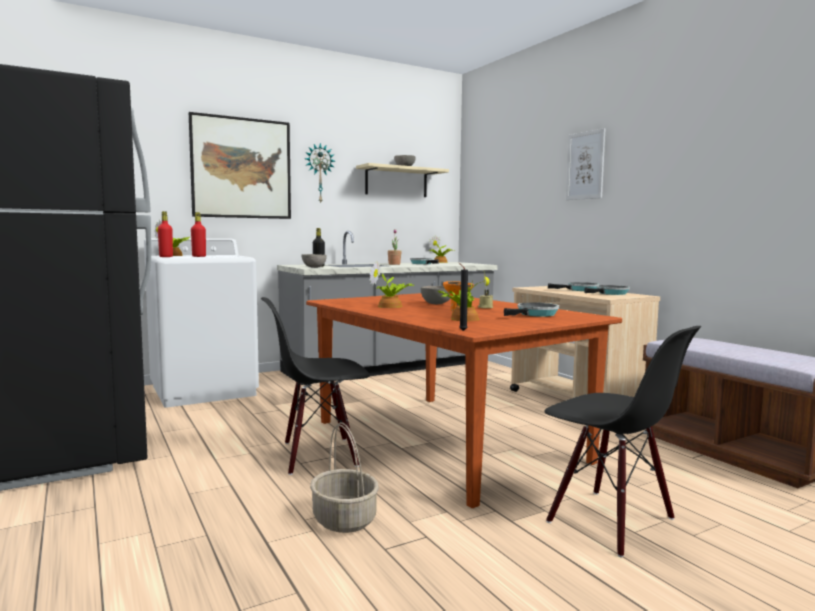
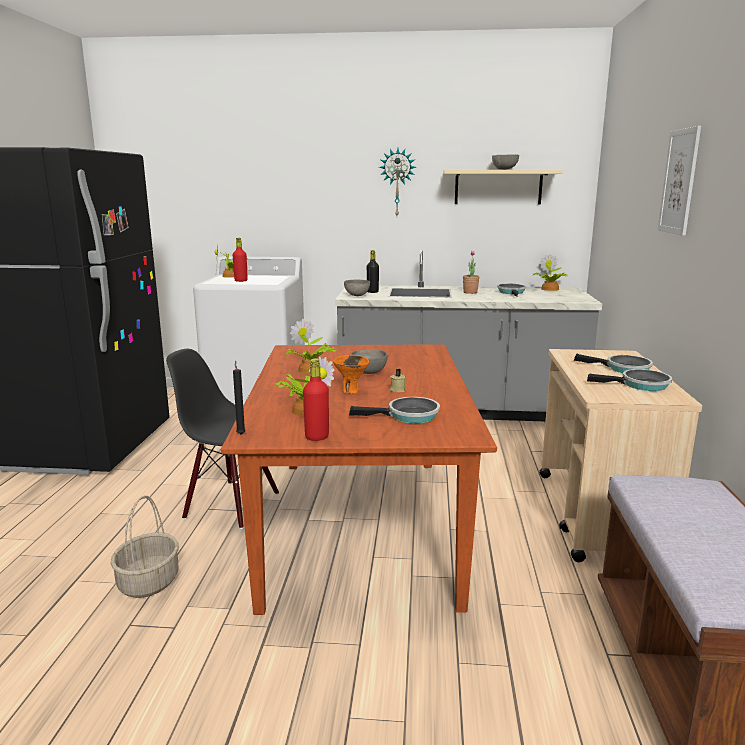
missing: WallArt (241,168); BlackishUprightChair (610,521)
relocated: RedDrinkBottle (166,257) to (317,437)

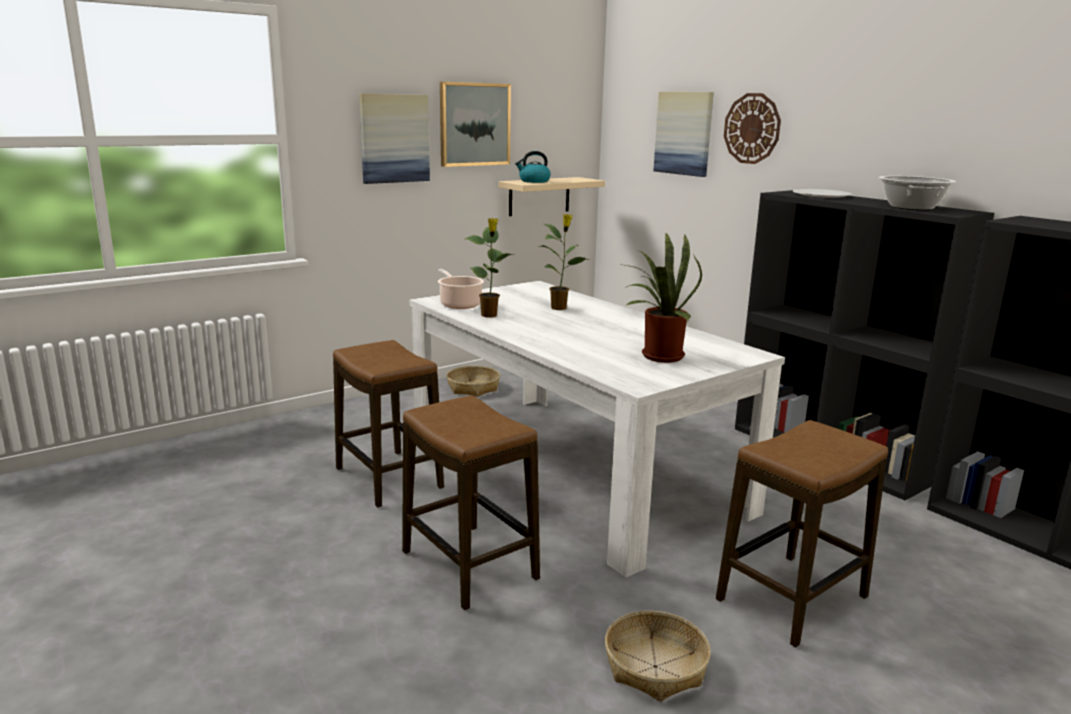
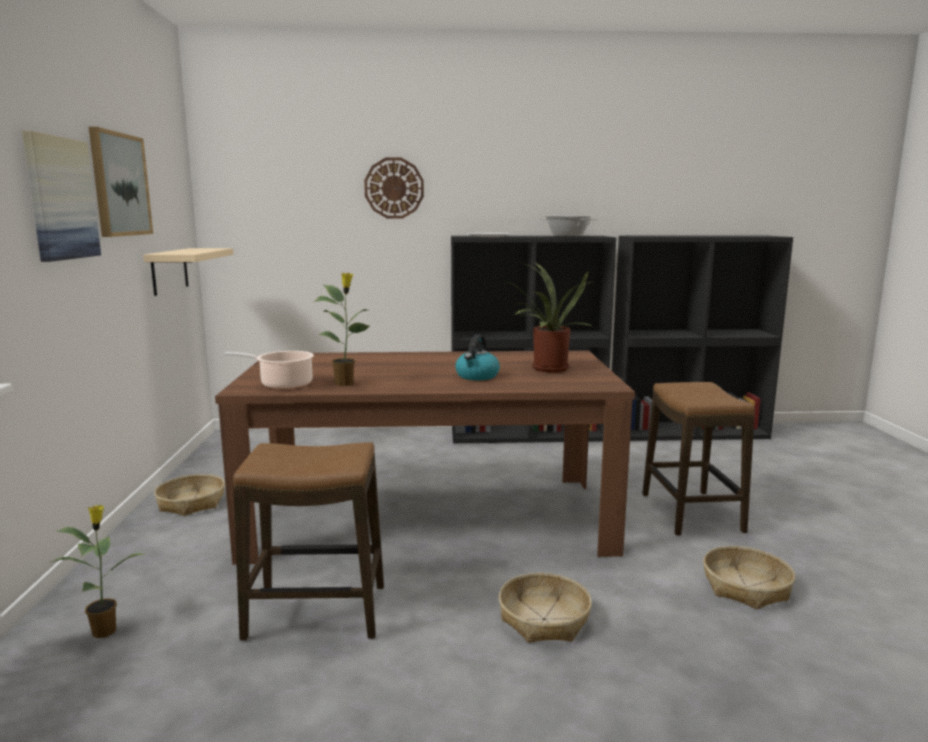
missing: WallArt (684,133)
relocated: Houseplant (559,308) to (106,630); TeaKettle (534,181) to (477,376)
exchanged: Stool (468,565) to StorageBasket (544,619)
colour: WhiteColouredDiningTable (571,469) to BrownDiningTable (430,517)

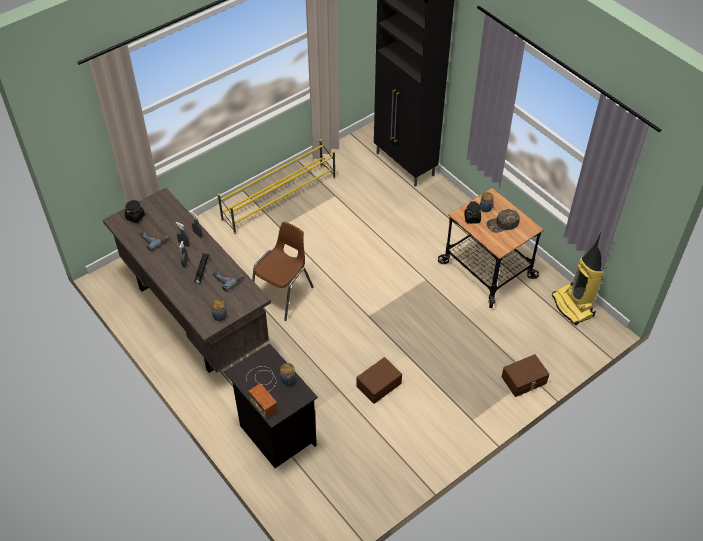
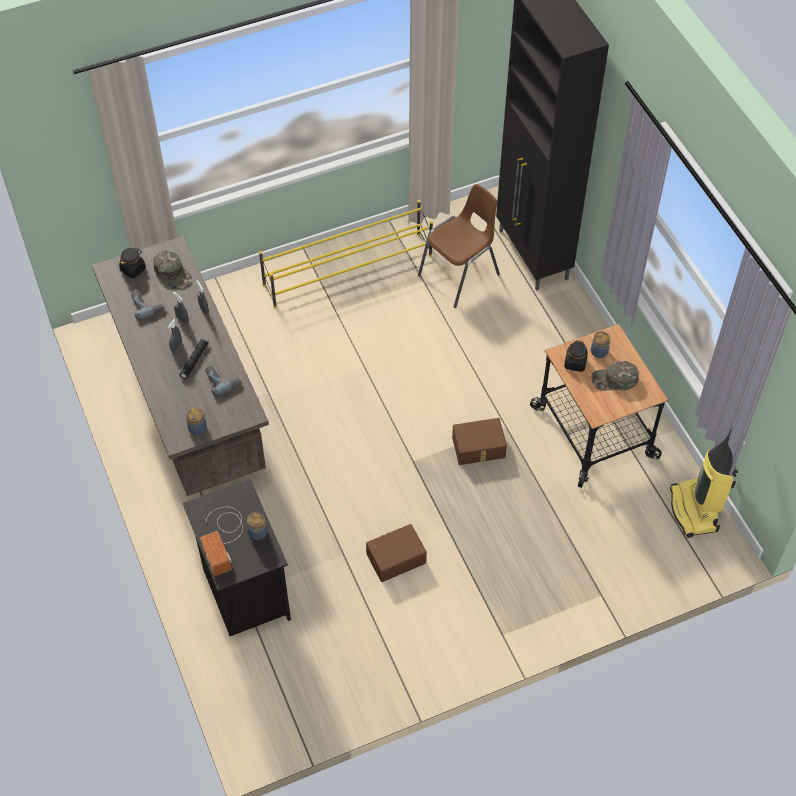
appeared: GreenColouredBaseballCap (173,273)
relocated: BrownUprightChair (283,294) to (460,275); BrownStorageBox (524,380) to (479,448)

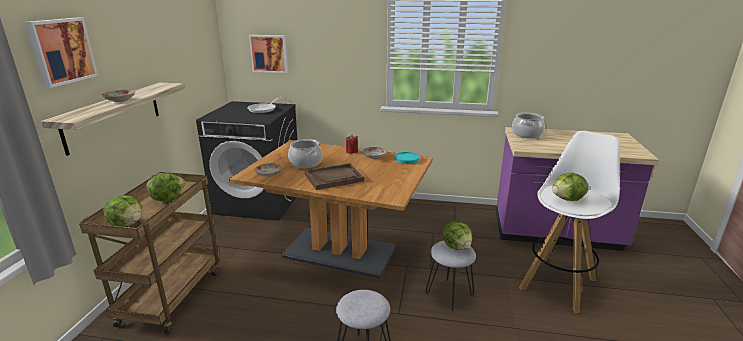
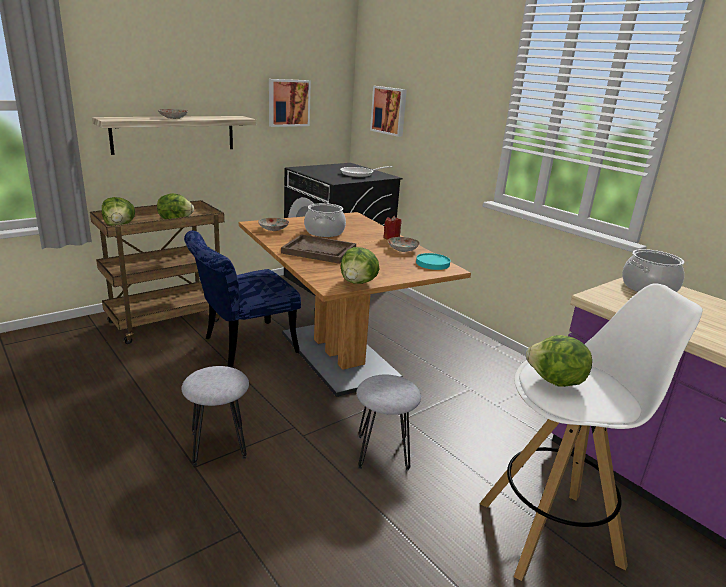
appeared: BlueUprightChair (242,346)
relocated: WallArt (61,51) to (288,103); LettuceHead (457,247) to (358,282)

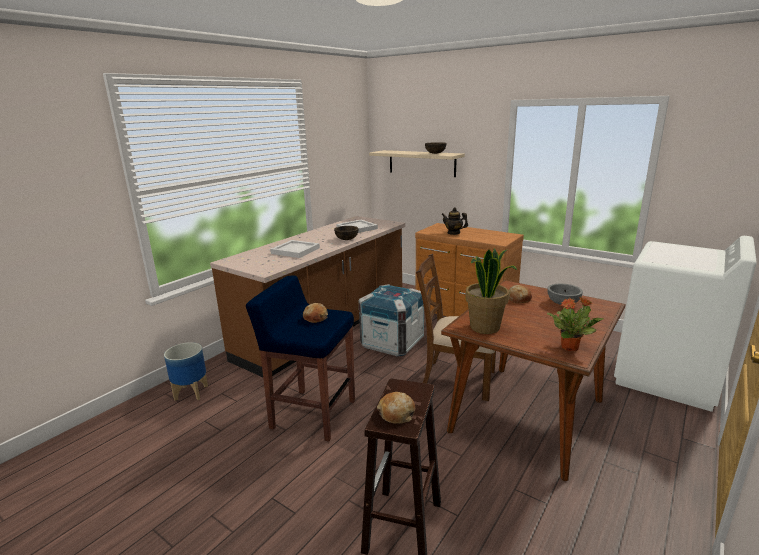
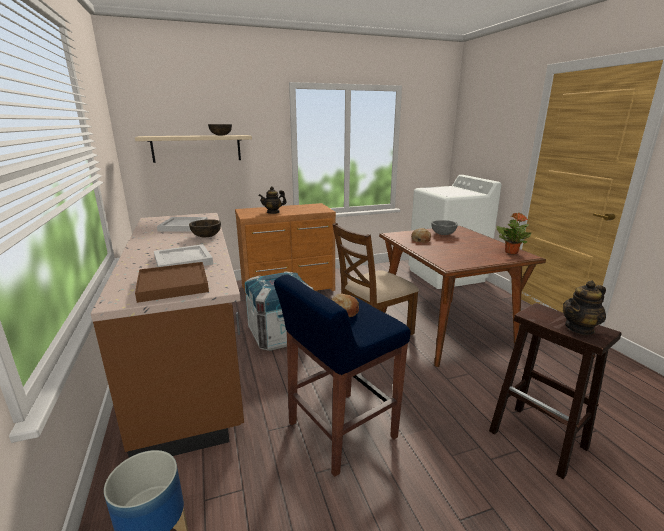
missing: Houseplant (485,327)
appeared: BrownTray (173,284)
exchanged: BakedBread (396,413) to TeaPot (580,328)

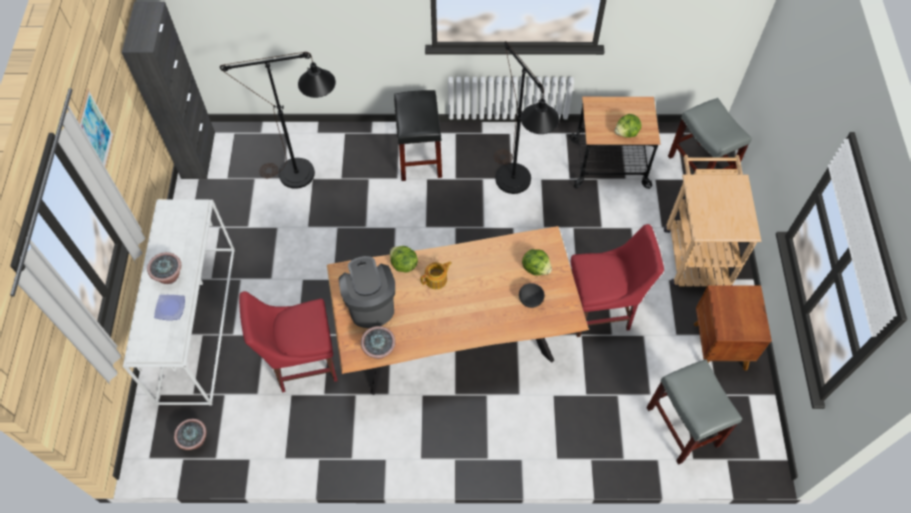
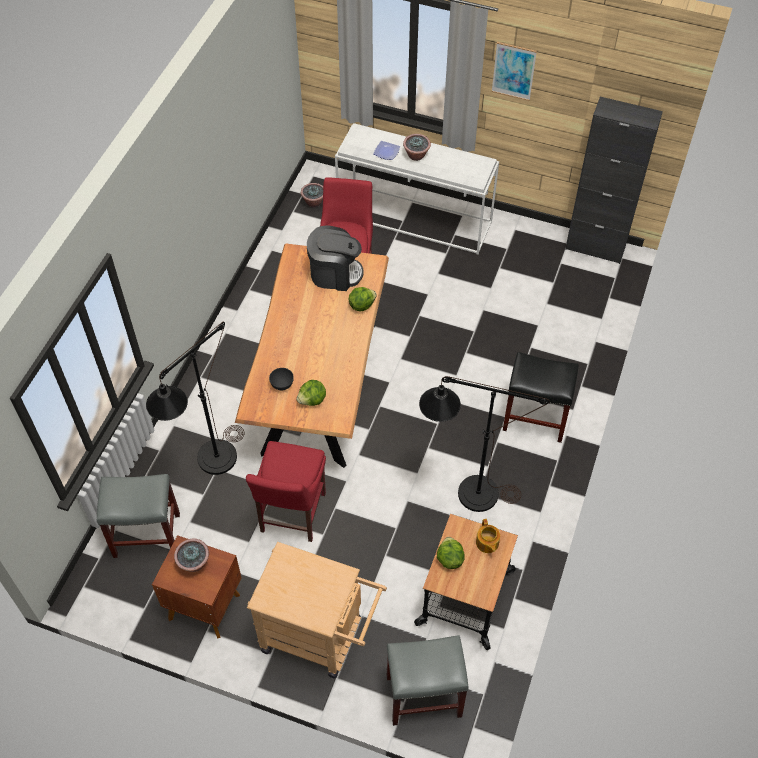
relocated: BlackishFloorLamp (307,175) to (210,466); Houseplant (379,350) to (194,563); TeaPot (436,279) to (487,543)

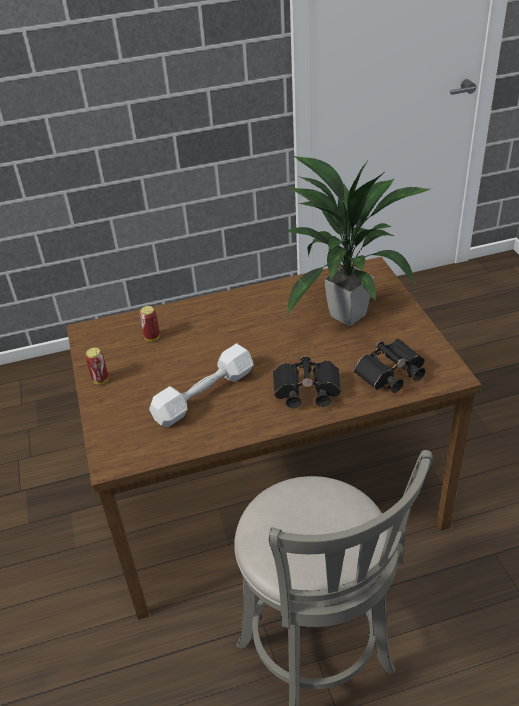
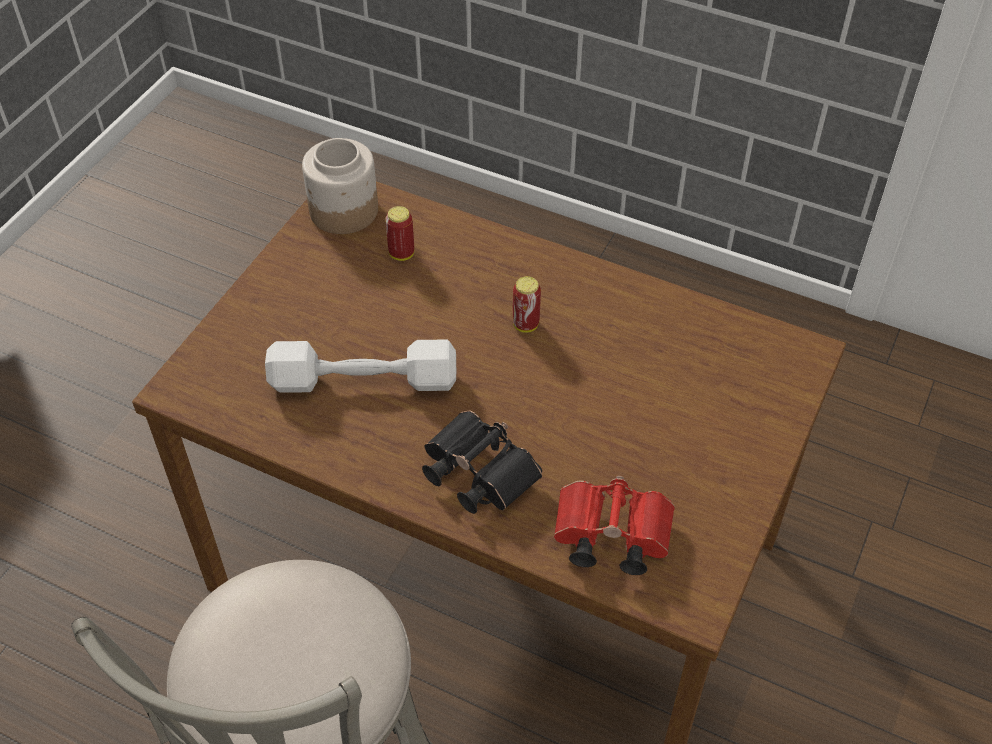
missing: Houseplant (347,314)
appeared: StorageJar (343,211)
relocated: SealedCan (100,380) to (526,324)
colour: BlackishBinoculars (389,376) to RedBinoculars (608,537)

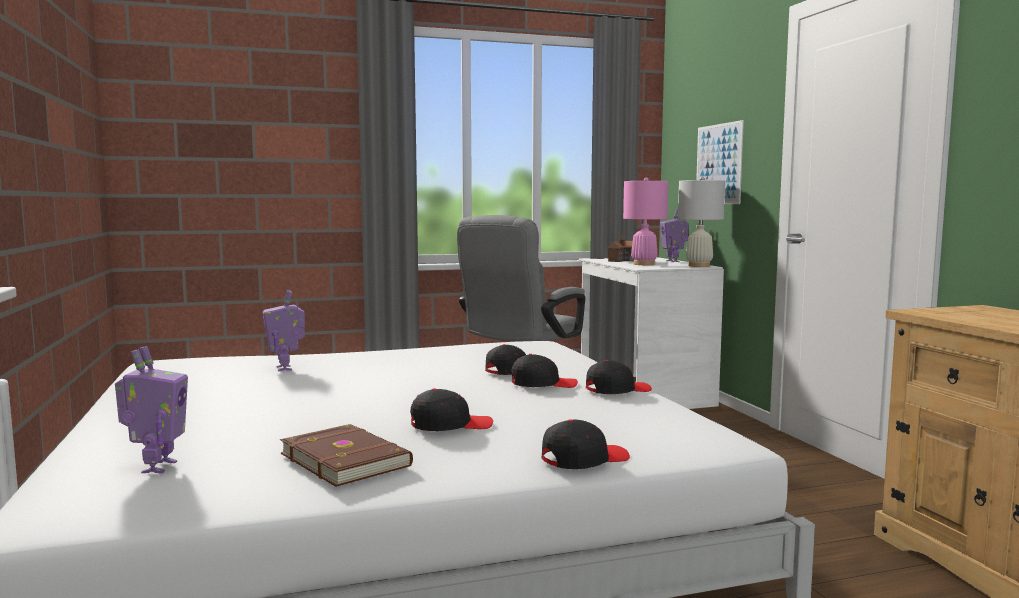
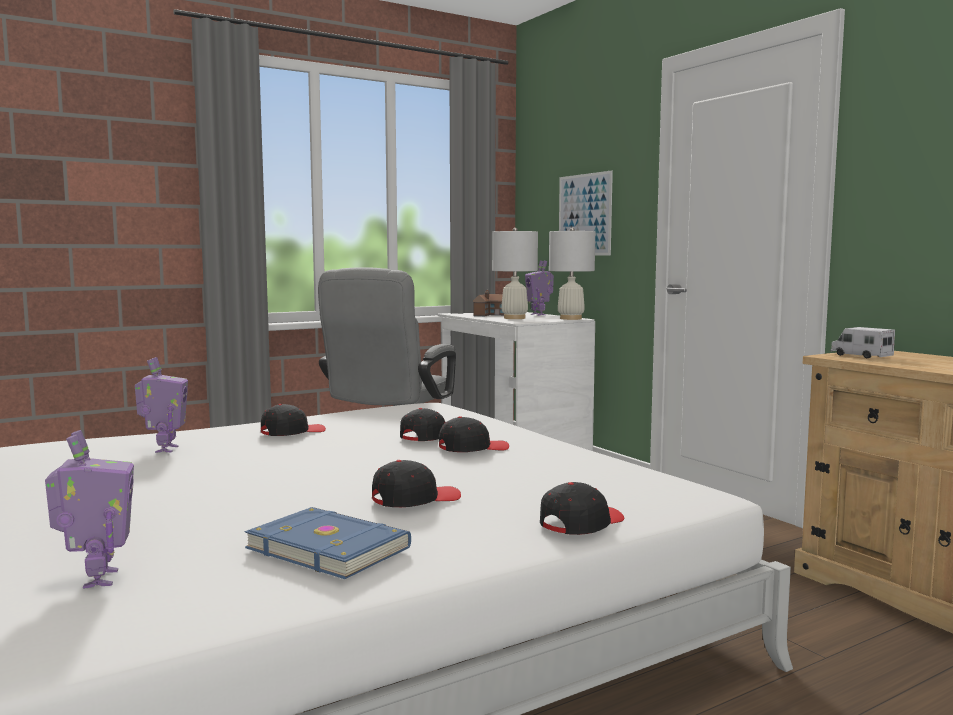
appeared: ToyLorry (861,356)
relocated: BlackishBaseballCap (617,390) to (292,432)
colour: BrownVolume (346,459) to BlueVolume (329,547); PinkTableLamp (644,264) to WhiteColouredTableLamp (514,318)
spun: ModelRobot (285,368) = (164,449) 150 degrees counterclockwise

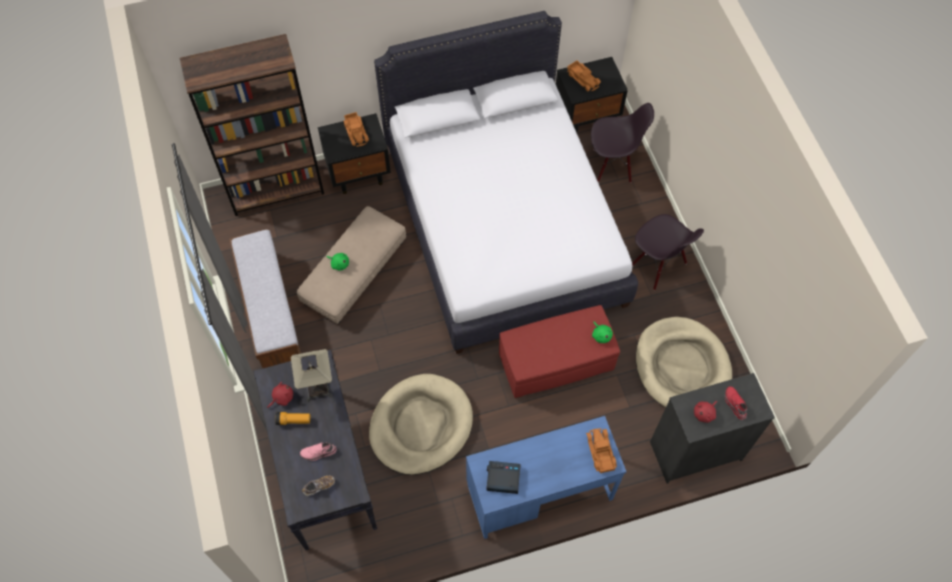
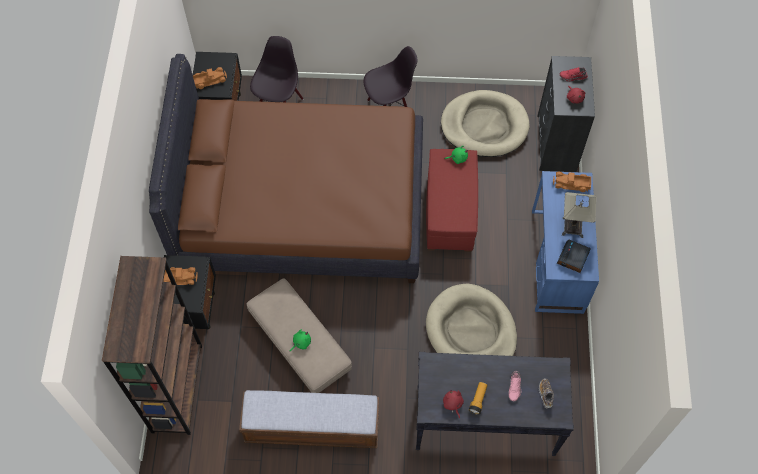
relocated: TableLamp (318,388) to (572,227)
colour: WhiteColouredSleepingBed (503,224) to BrownSleepingBed (302,207)

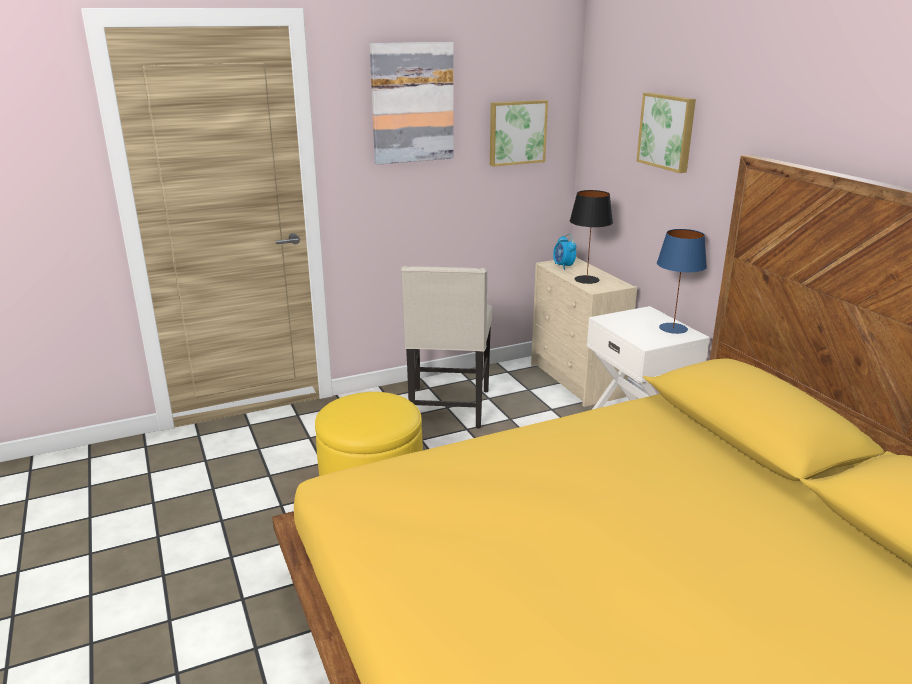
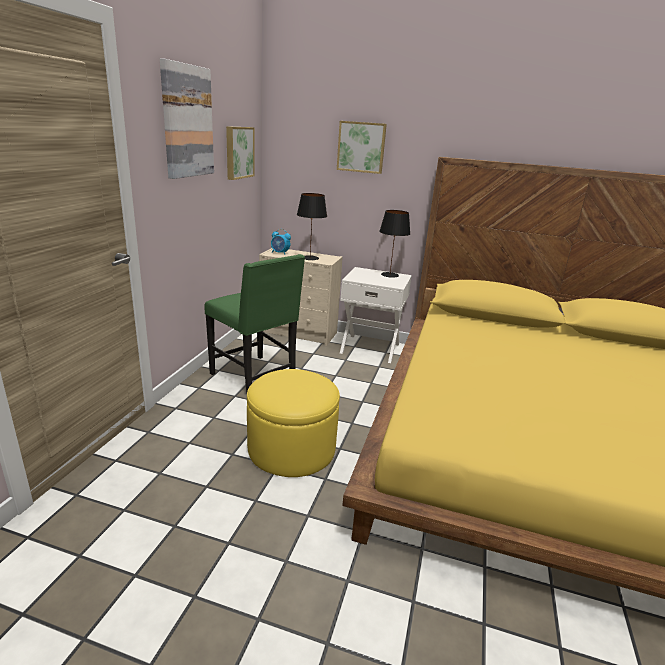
colour: BeigeColouredUprightChair (448,408) to GreenColouredUprightChair (255,378); BlueTableLamp (674,328) to BlackishTableLamp (390,275)

